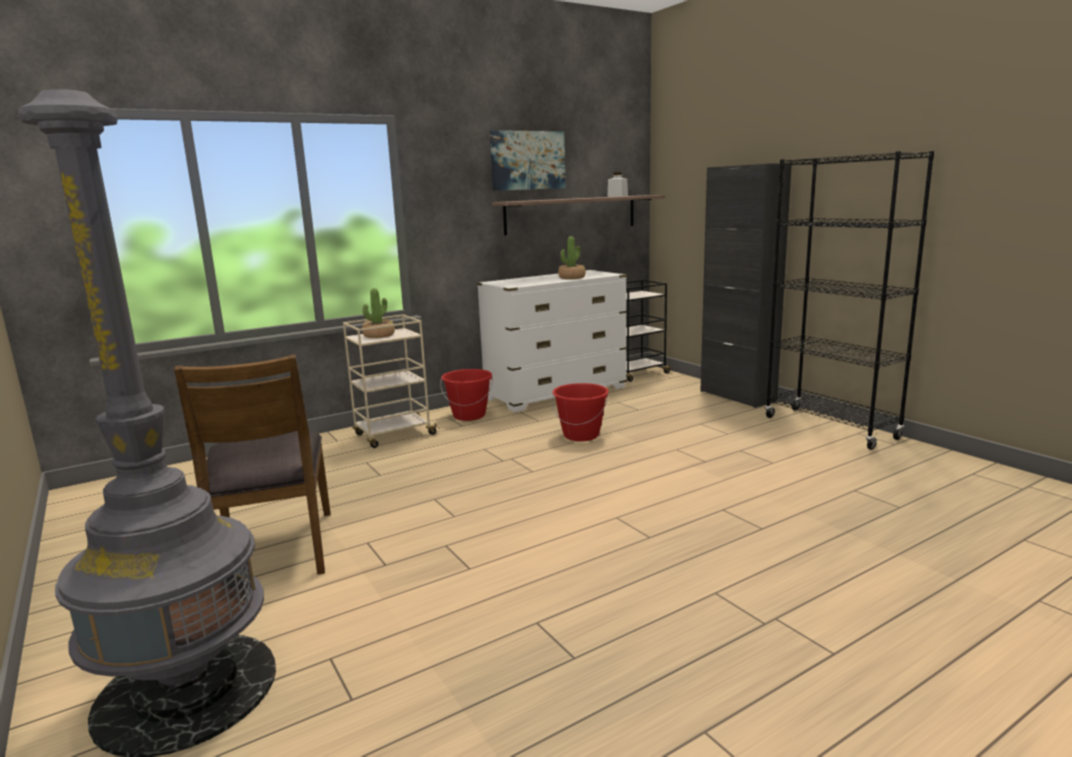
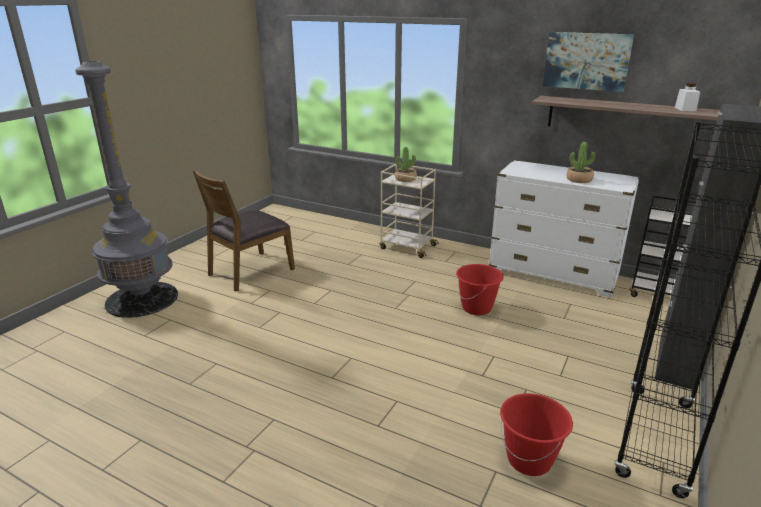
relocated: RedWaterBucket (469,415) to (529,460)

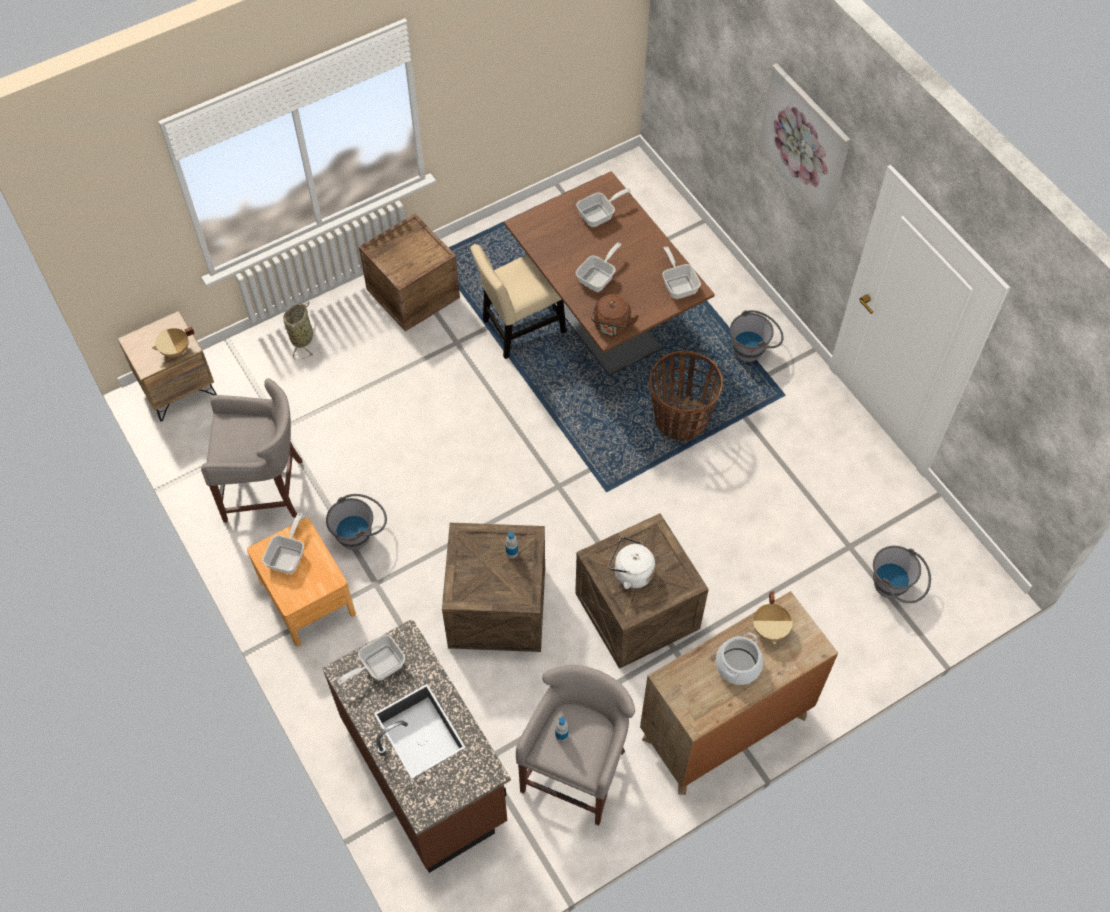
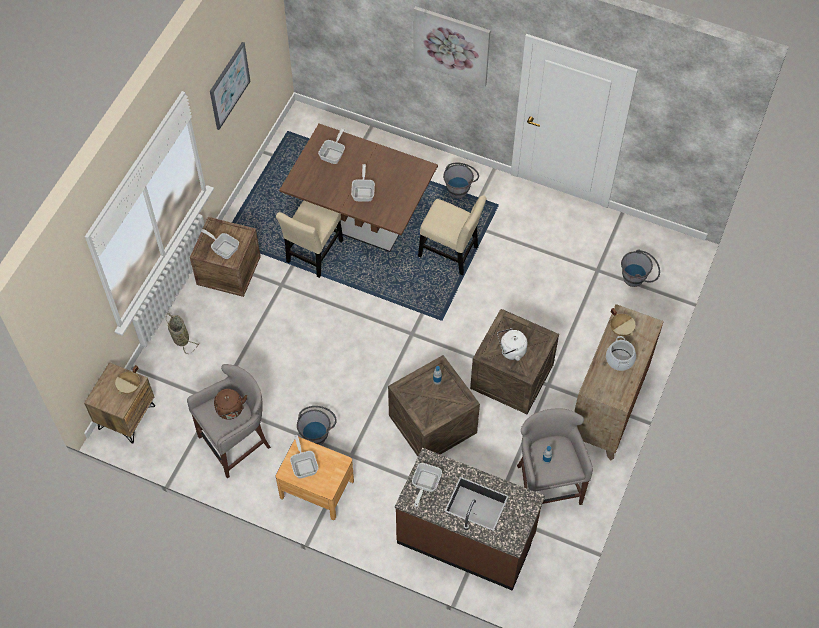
appeared: WallArt (229,85)
relocated: FryingPan (678,284) to (223,248); BrownTeaKettle (611,327) to (230,411)
exchanged: StorageBasket (680,419) to BeigeColouredUprightChair (450,253)

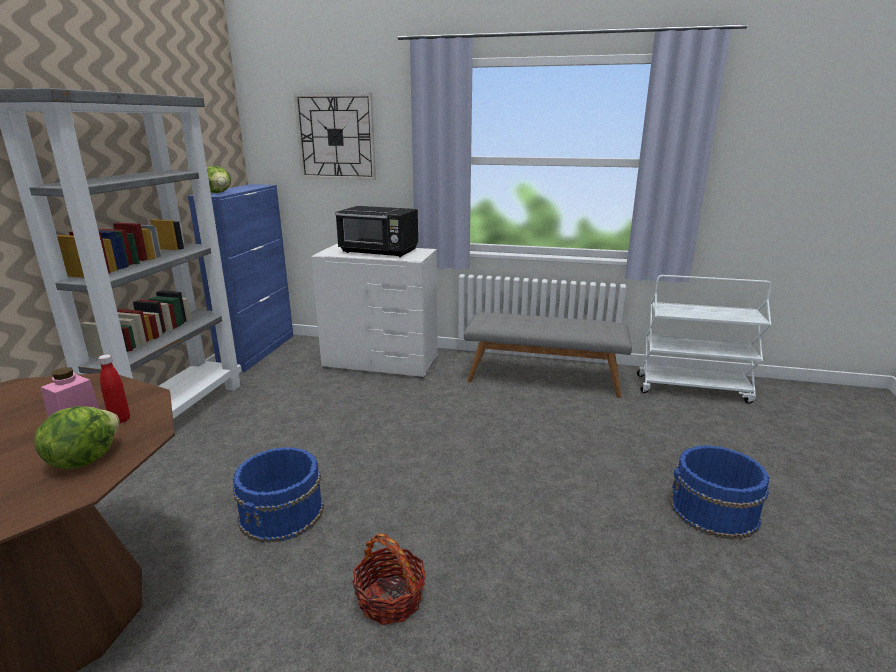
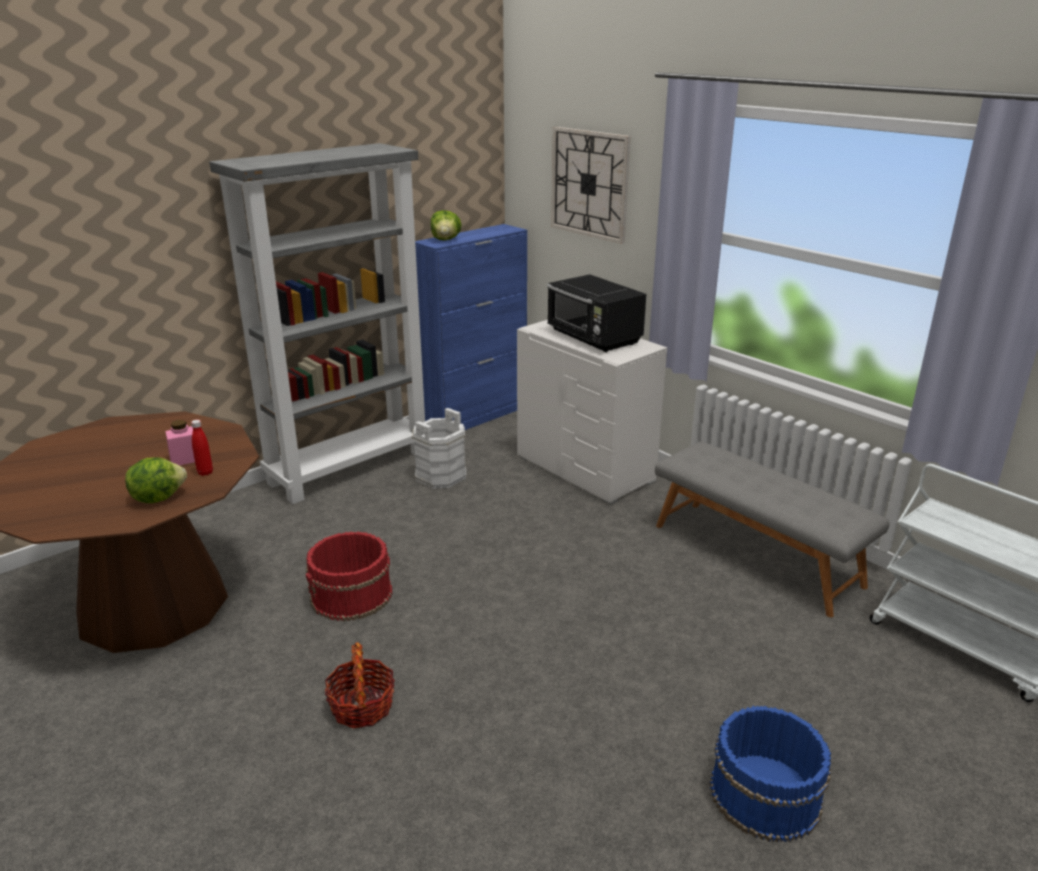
appeared: WhiteColouredWaterBucket (440,476)
colour: BlueWaterBucket (282,513) to RedWaterBucket (351,596)

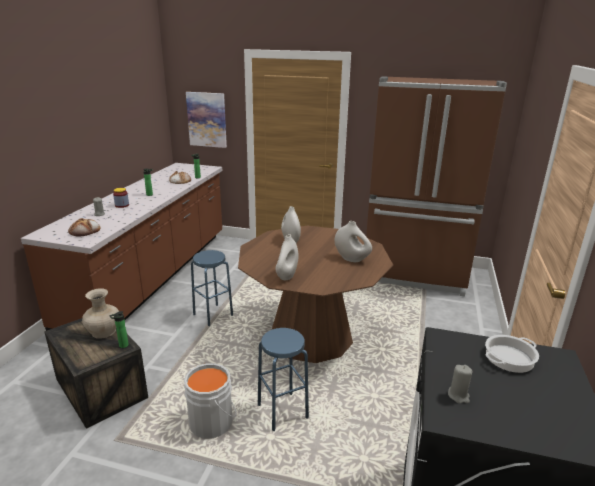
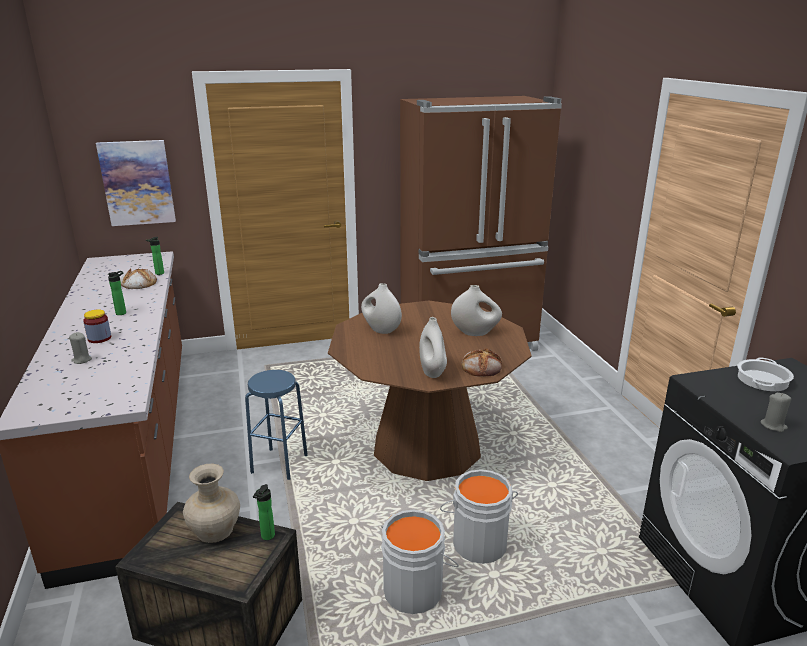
relocated: BakedBread (85,231) to (482,366)
exchanged: BlueStool (282,412) to GreyWaterBucket (479,542)

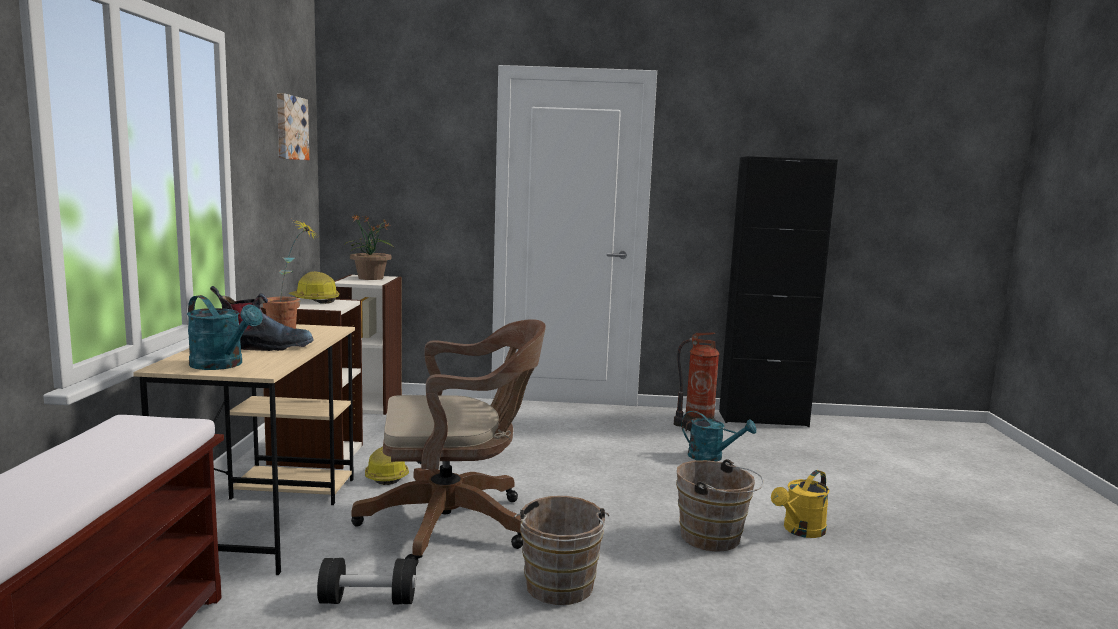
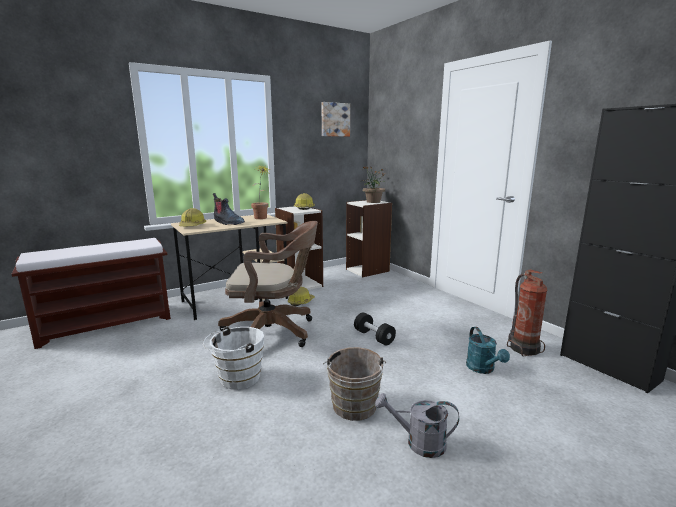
relocated: BlackishHandWeight (368,600) to (374,337)
exchanged: BlueGreenWateringCan (222,365) to HardHat (192,226)
colour: BrownWaterBucket (559,589) to WhiteColouredWaterBucket (236,379); YellowWateringCan (800,531) to GreyWateringCan (418,443)
spun: BrownComputerChair (455,524) = (274,332) 45 degrees counterclockwise

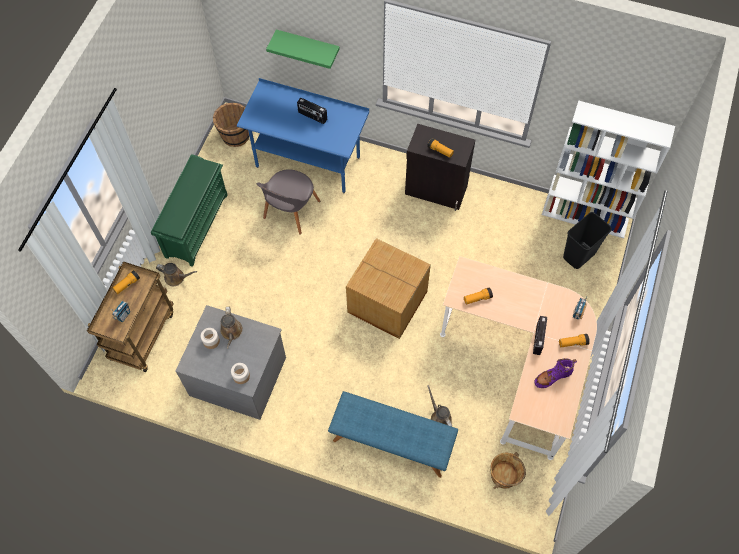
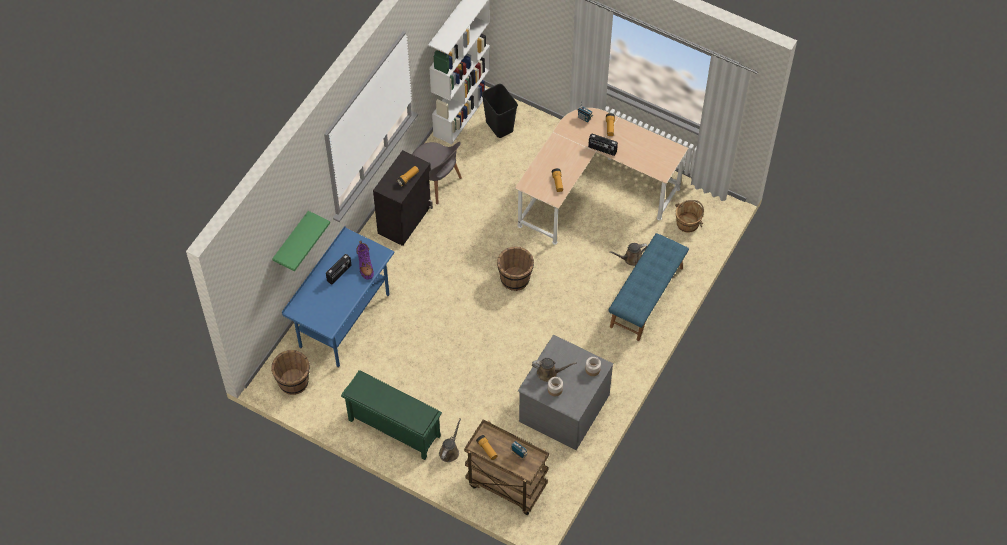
relocated: PurplishBoot (553,377) to (365,266); GreyUprightChair (290,211) to (435,182)
exchanged: Carton (387,303) to BrownWaterBucket (515,278)

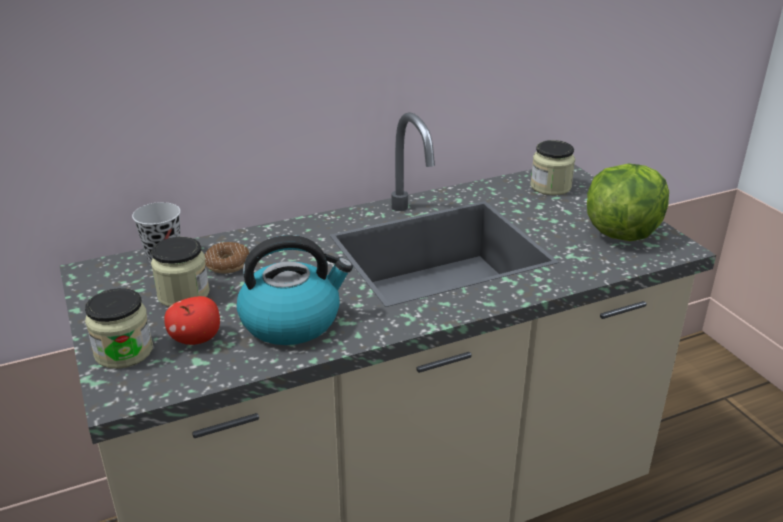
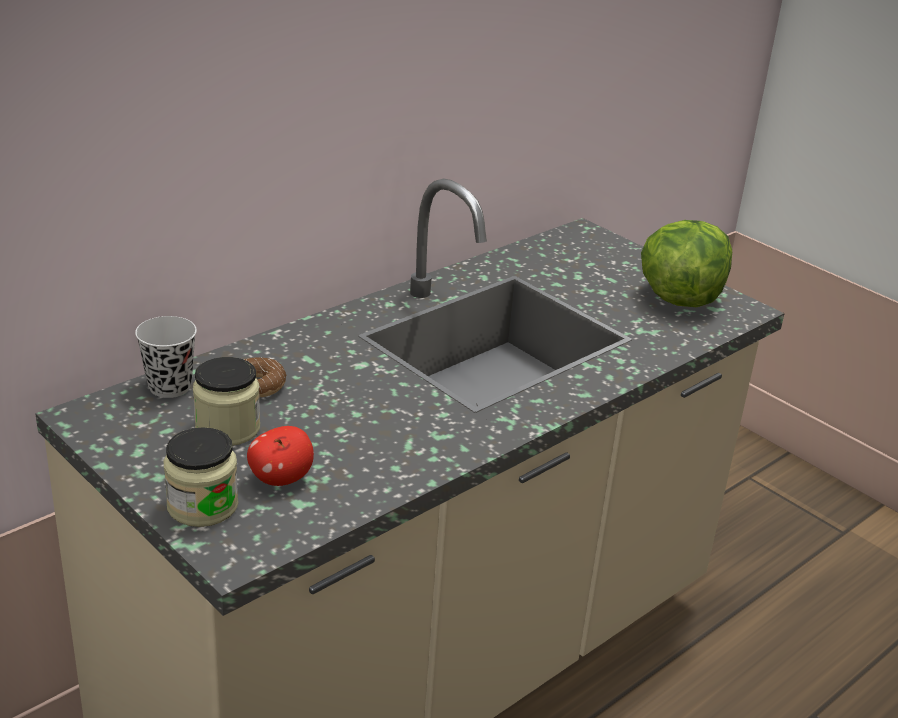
missing: TeaKettle (292,321); StorageJar (550,187)

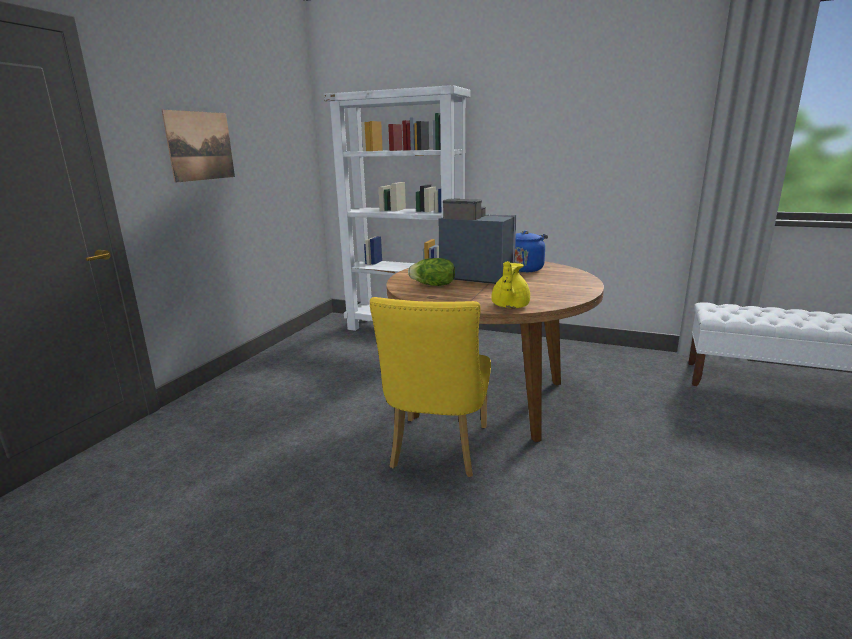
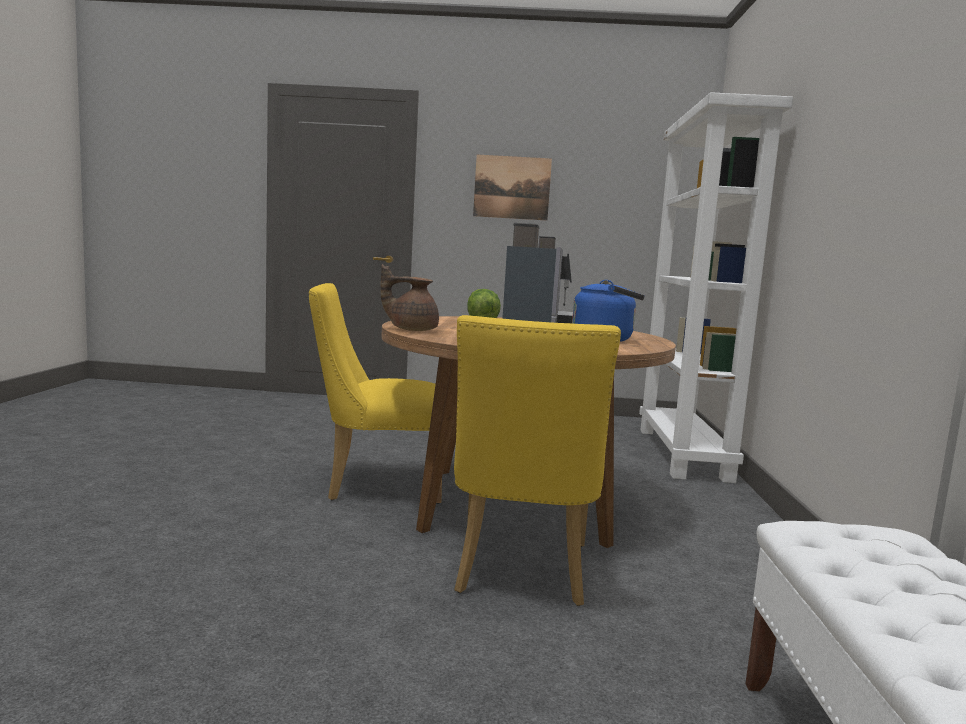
appeared: YellowUprightChair (520,573)
colour: YellowTeaPot (509,306) to BrownTeaPot (411,329)

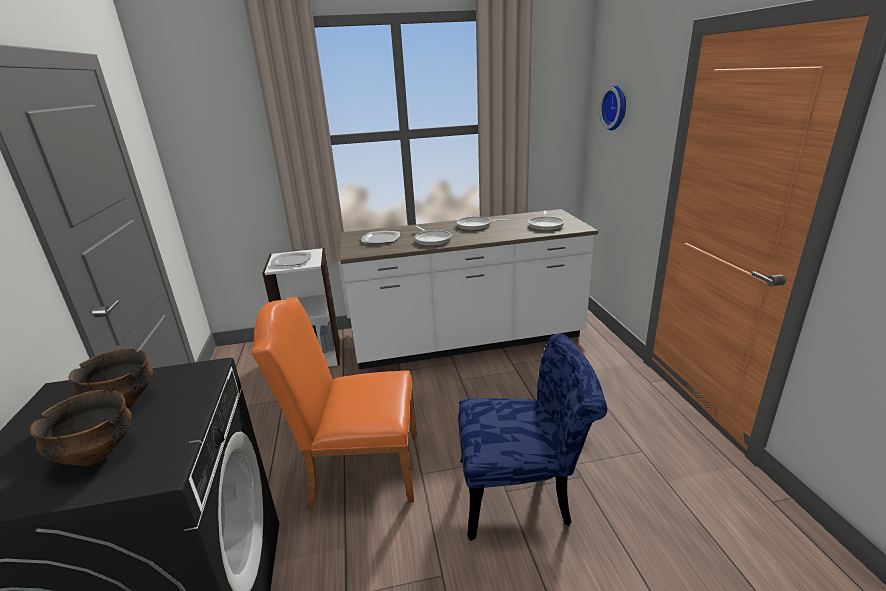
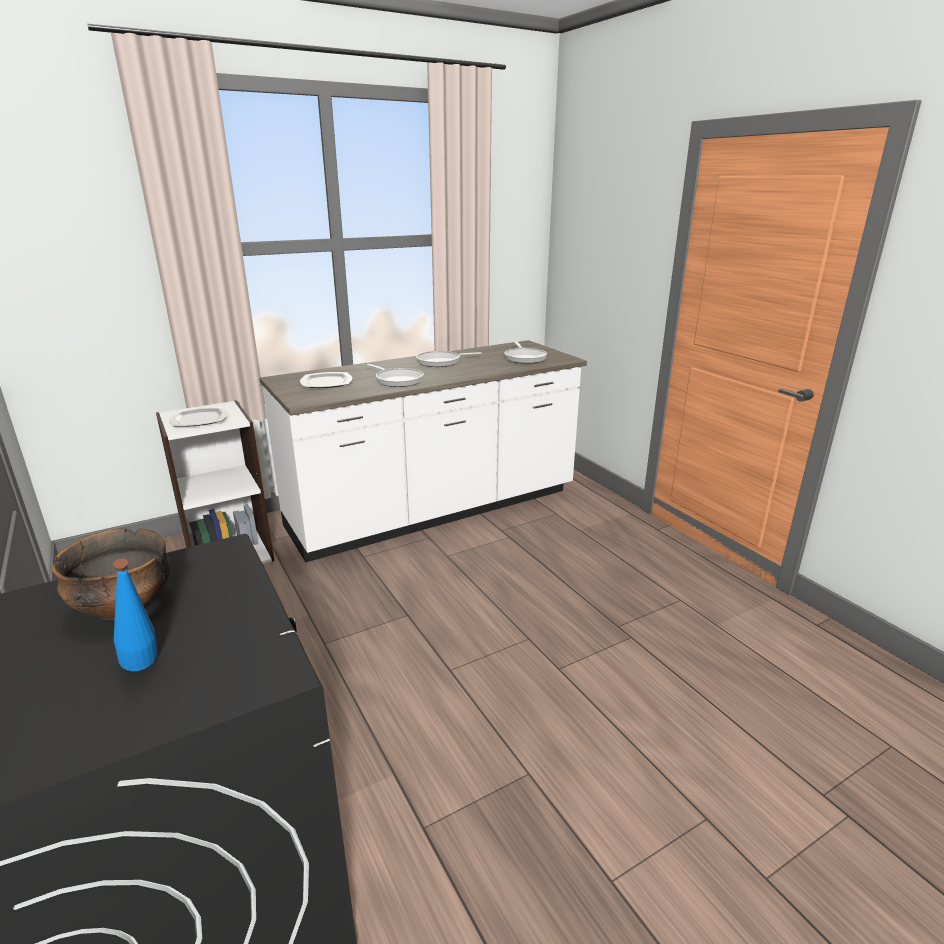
missing: OrangeColouredUprightChair (357,468); BlueUprightChair (524,492); ClockOnTheWall (616,107)
exchanged: ServingBowl (96,453) to BlueDrinkBottle (145,671)

